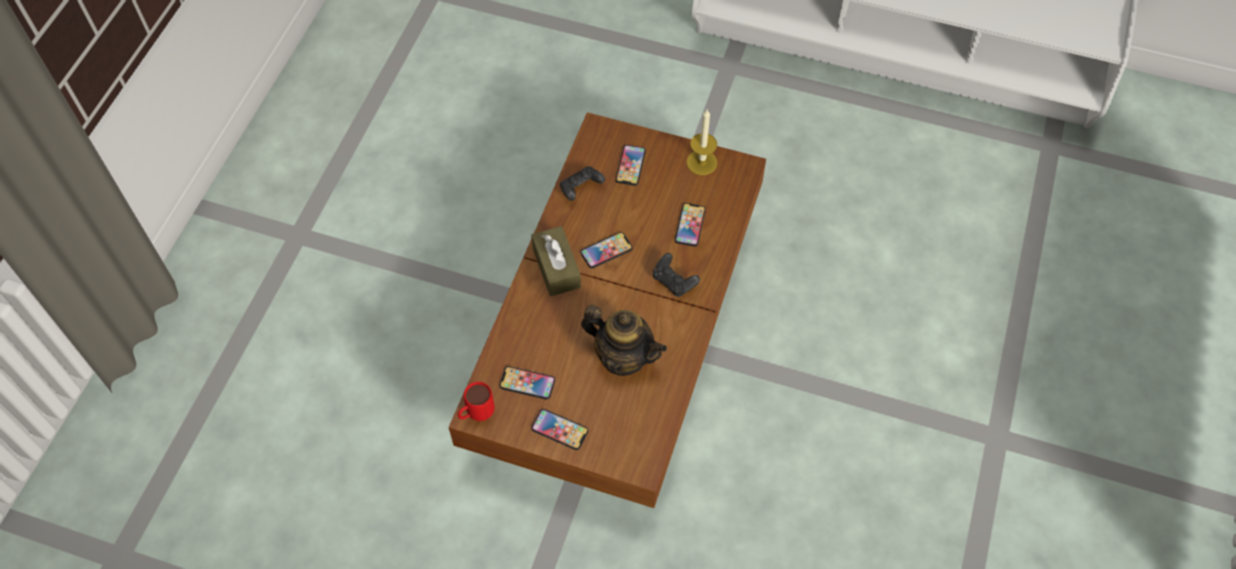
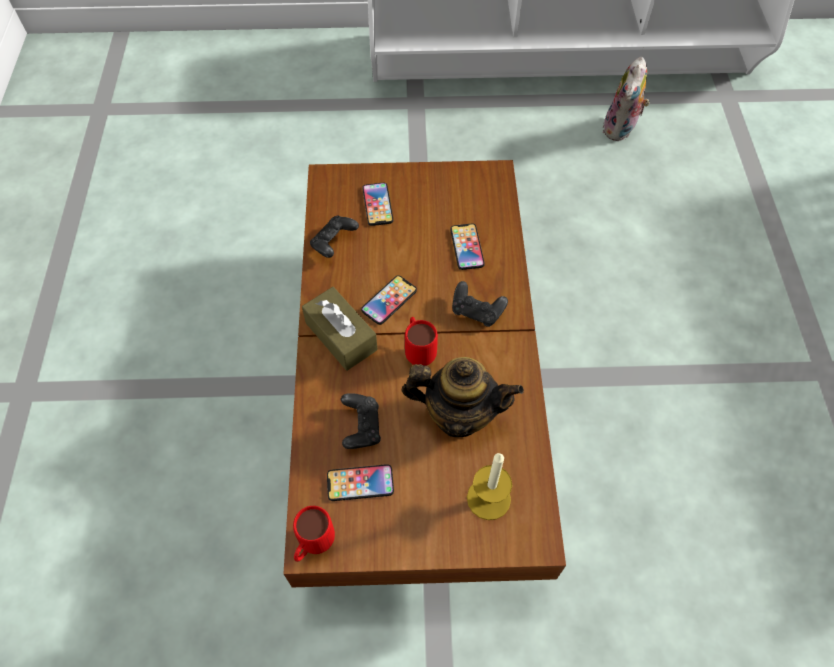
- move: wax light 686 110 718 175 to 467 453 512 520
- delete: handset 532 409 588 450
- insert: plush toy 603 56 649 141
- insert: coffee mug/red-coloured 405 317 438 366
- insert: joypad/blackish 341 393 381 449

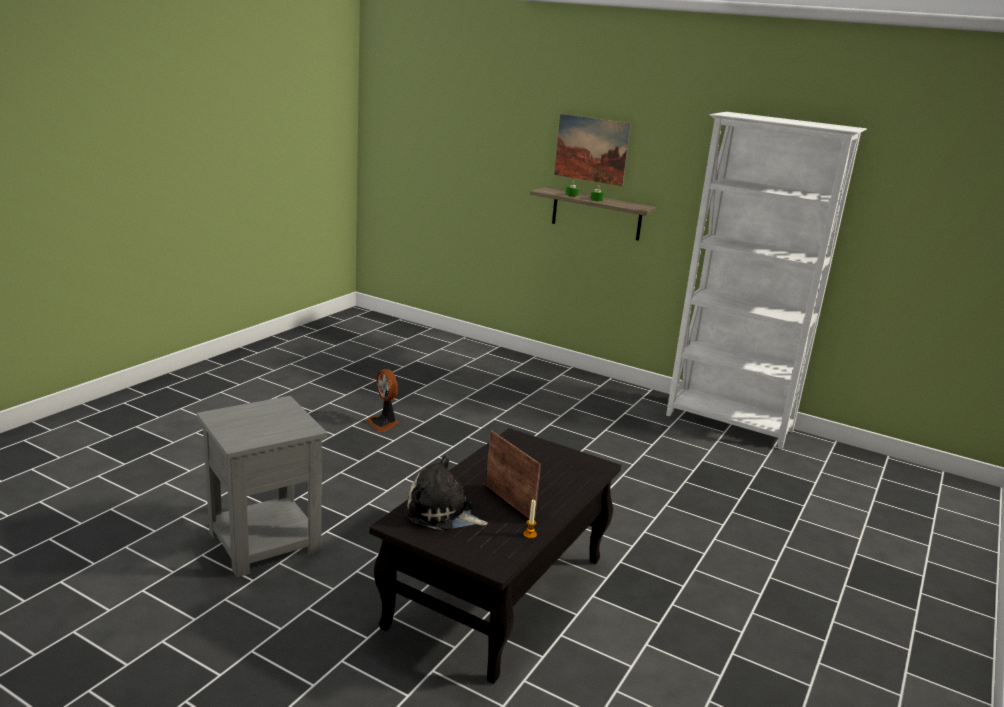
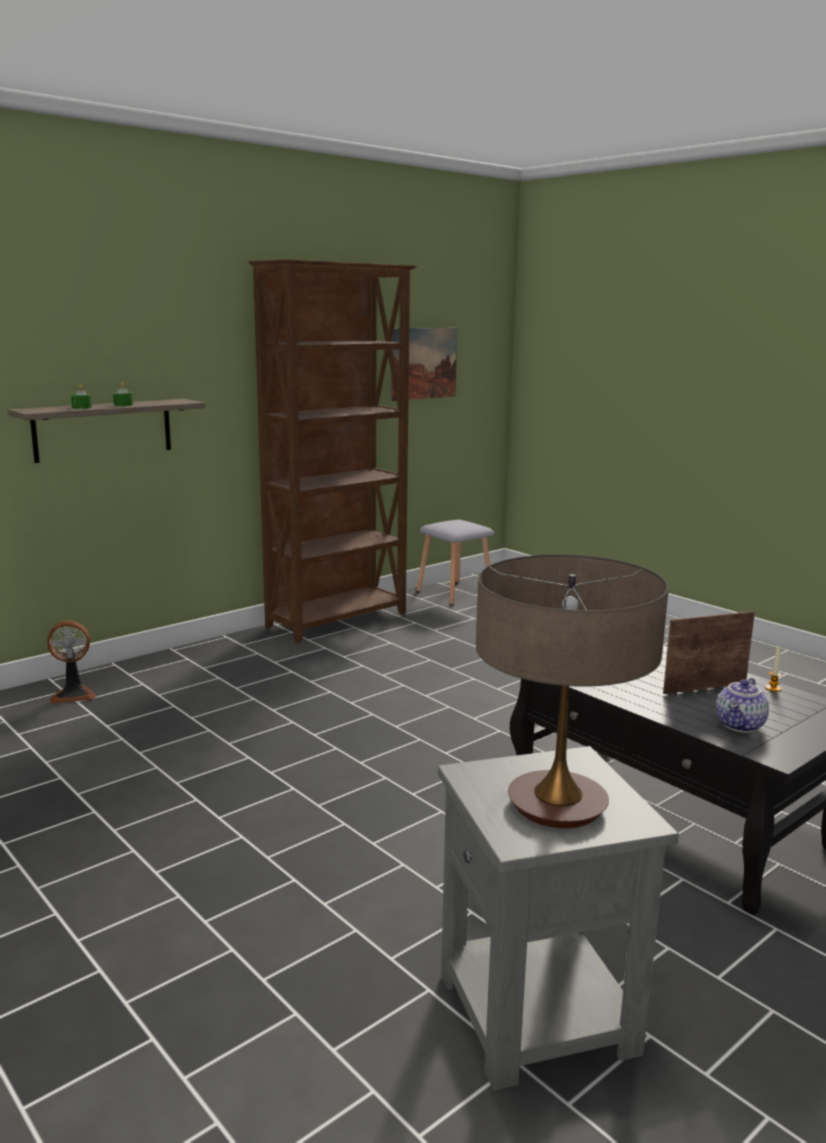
- recolor: bookshelf/whitish 666 112 867 449 to bookshelf/brownish 248 259 417 643
- move: wall art 554 114 631 186 to 391 328 457 401
- move: fan 366 369 399 432 to 47 621 96 704
- replace: plush toy 404 455 488 531 to tea pot 716 678 769 733
- insert: stool/grey 416 520 494 605
- insert: tabletop lamp 476 555 669 828

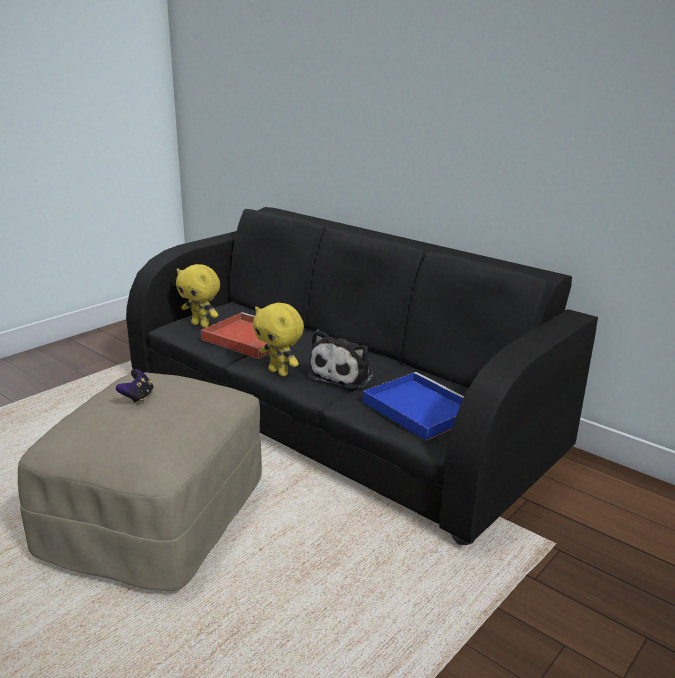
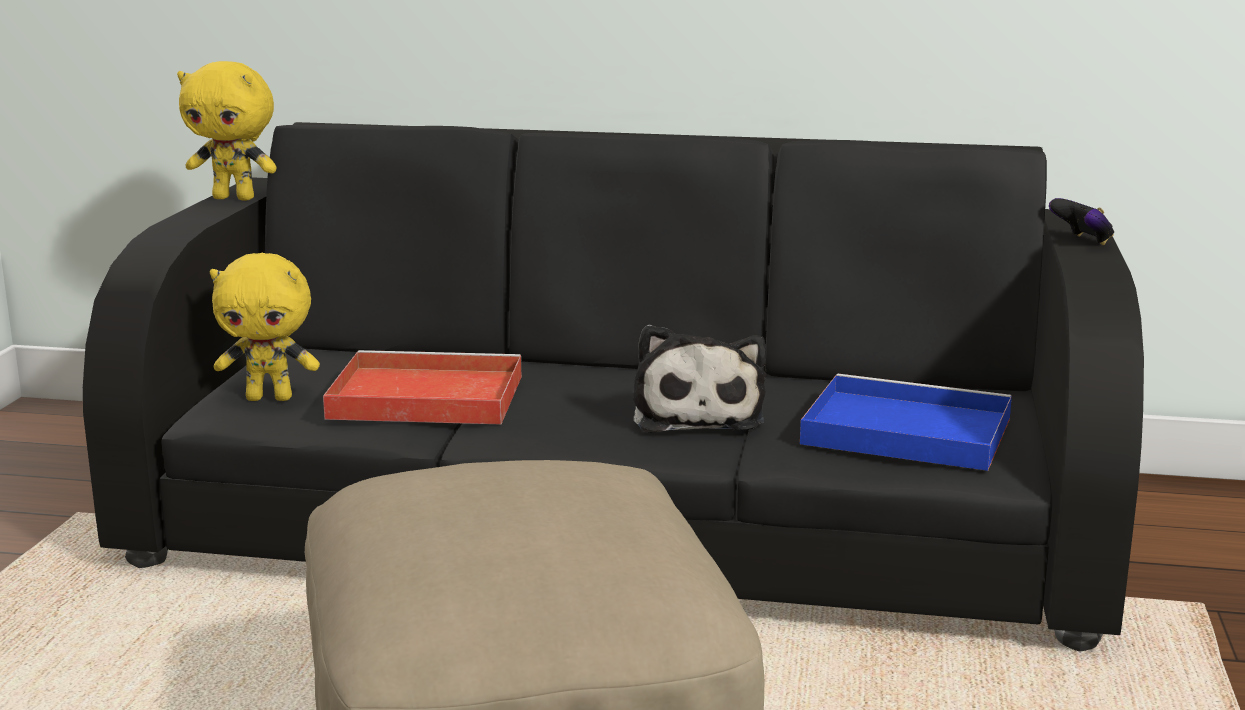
- move: plush toy/yellowish 253 303 304 376 to 177 61 277 201
- move: joypad 116 369 154 404 to 1049 198 1114 245

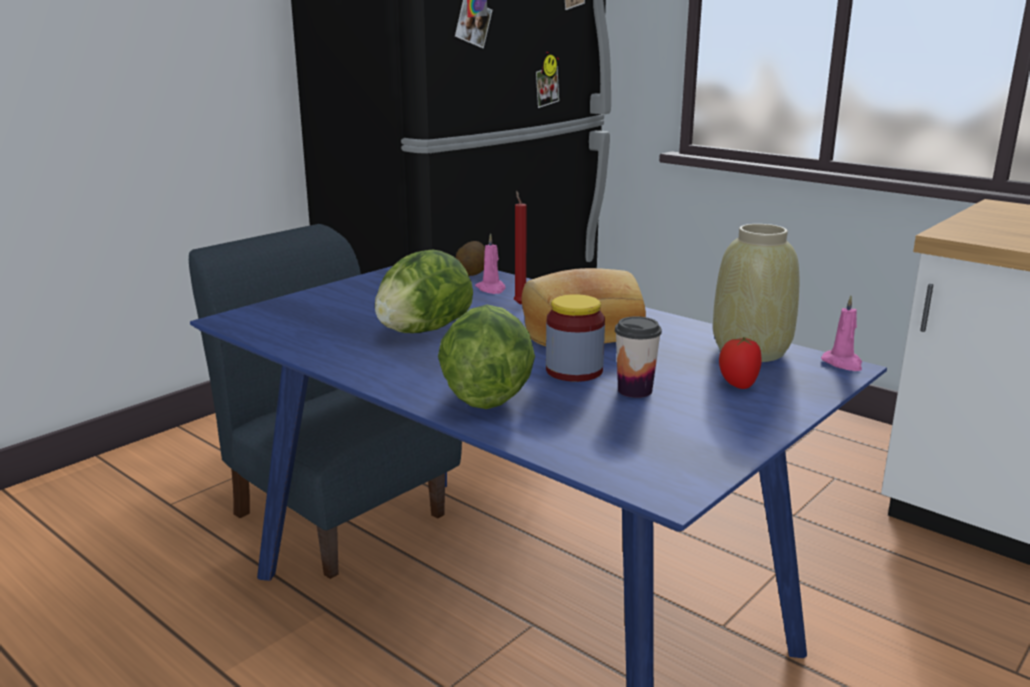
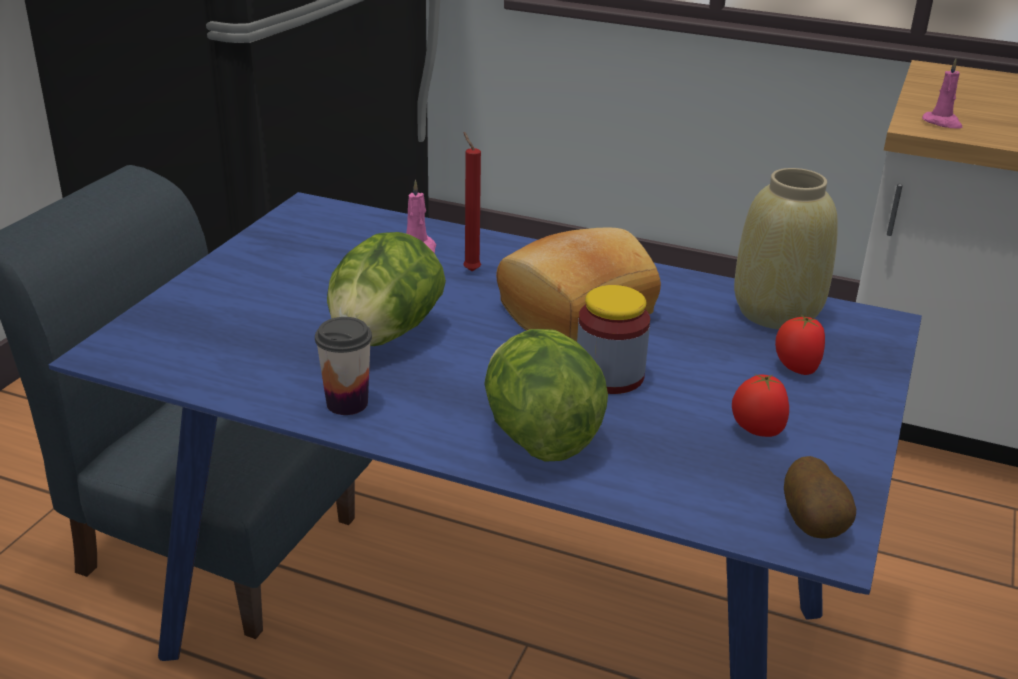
- move: whole potato 456 241 485 276 to 784 456 856 539
- move: wax light/pink 821 295 862 371 to 922 59 962 129
- move: cup 615 316 662 398 to 315 317 372 415
- insert: tomato 732 374 789 437

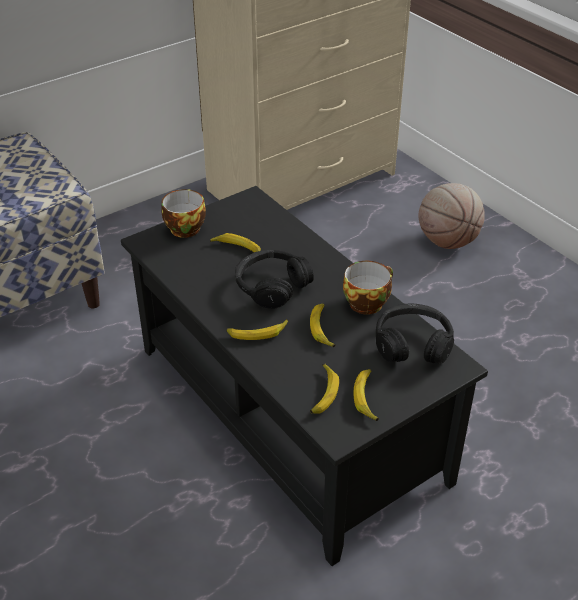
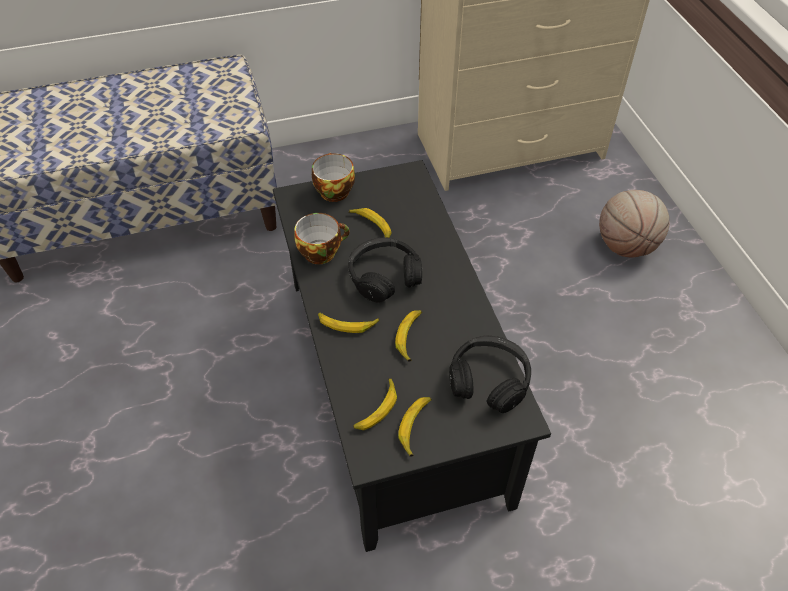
- move: cup 343 261 393 315 to 294 213 349 264

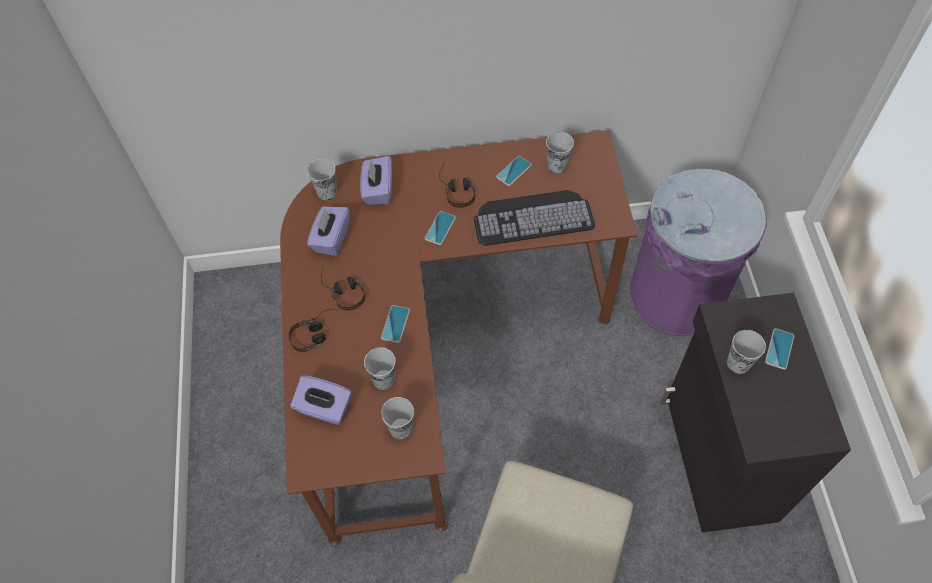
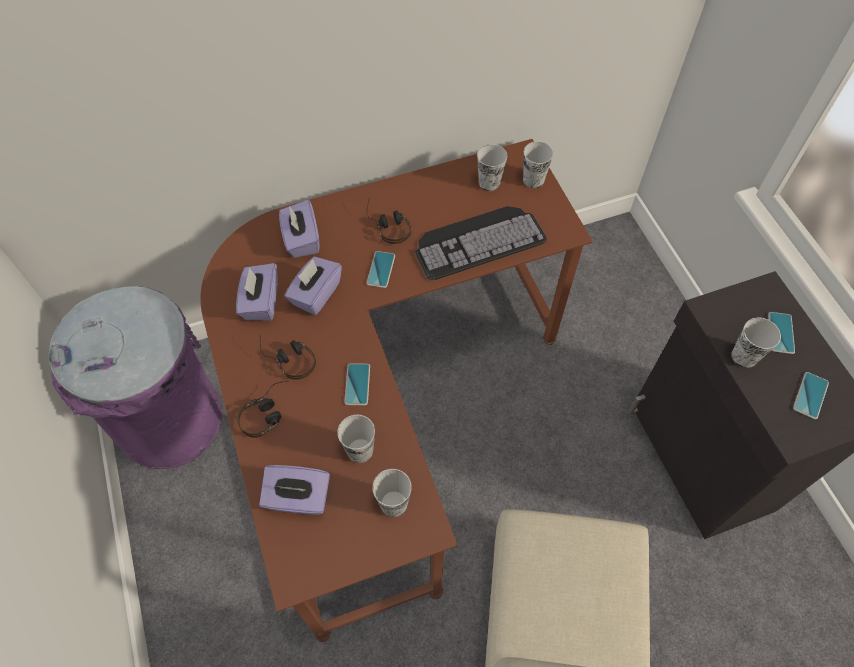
- move: handset 496 156 532 186 to 793 372 829 419
- move: cup 307 159 337 201 to 523 141 554 188
- move: rubbish bin/purple-coloured 629 168 767 336 to 48 286 222 469
- insert: tissue box/purple-coloured 284 256 342 315

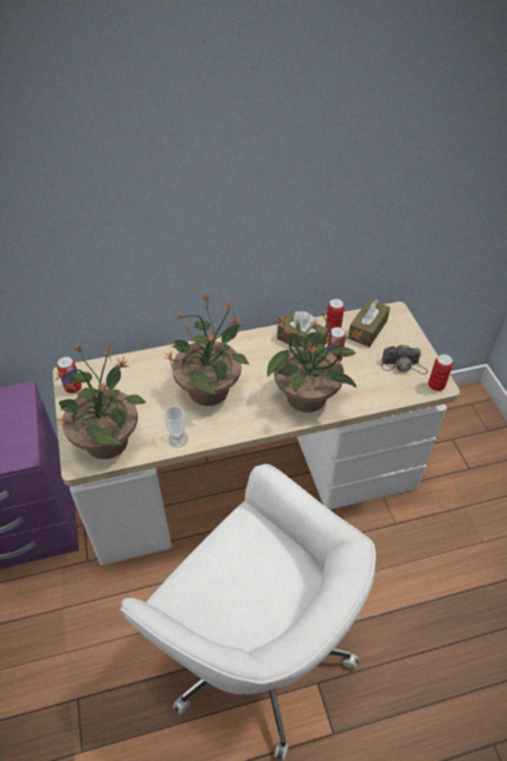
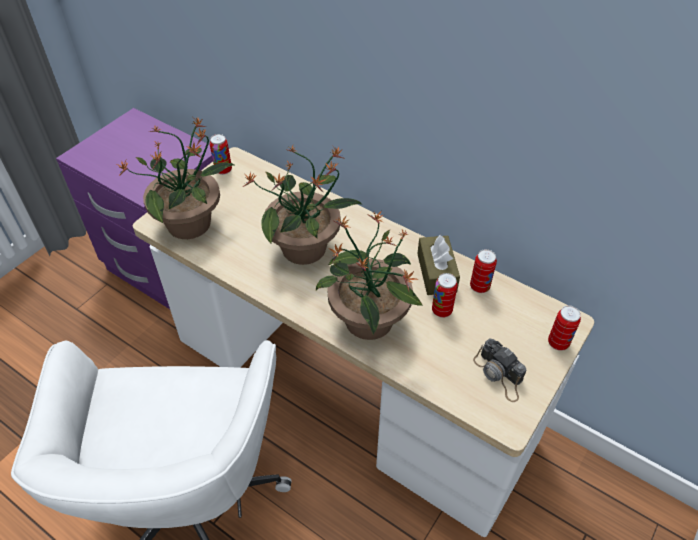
- delete: tissue box/brownish 348 299 390 347
- move: sealed can 428 354 453 391 to 548 305 581 351
- delete: cup 165 406 188 448

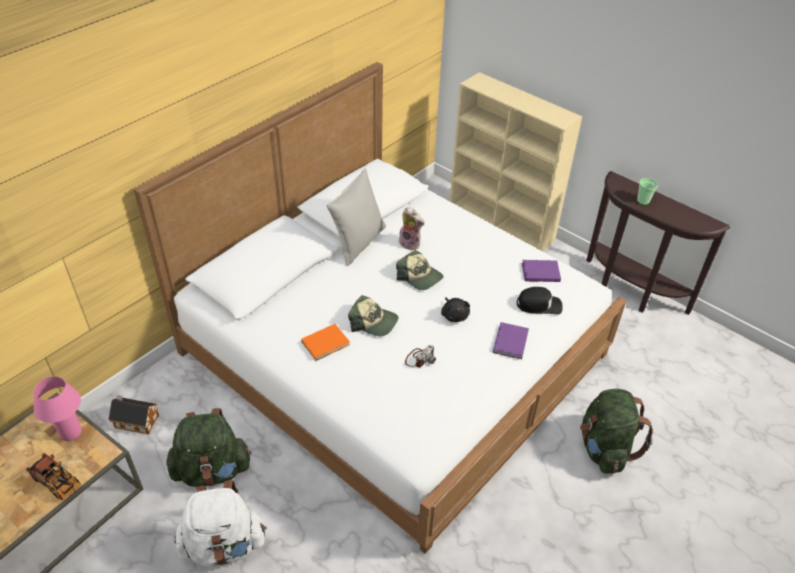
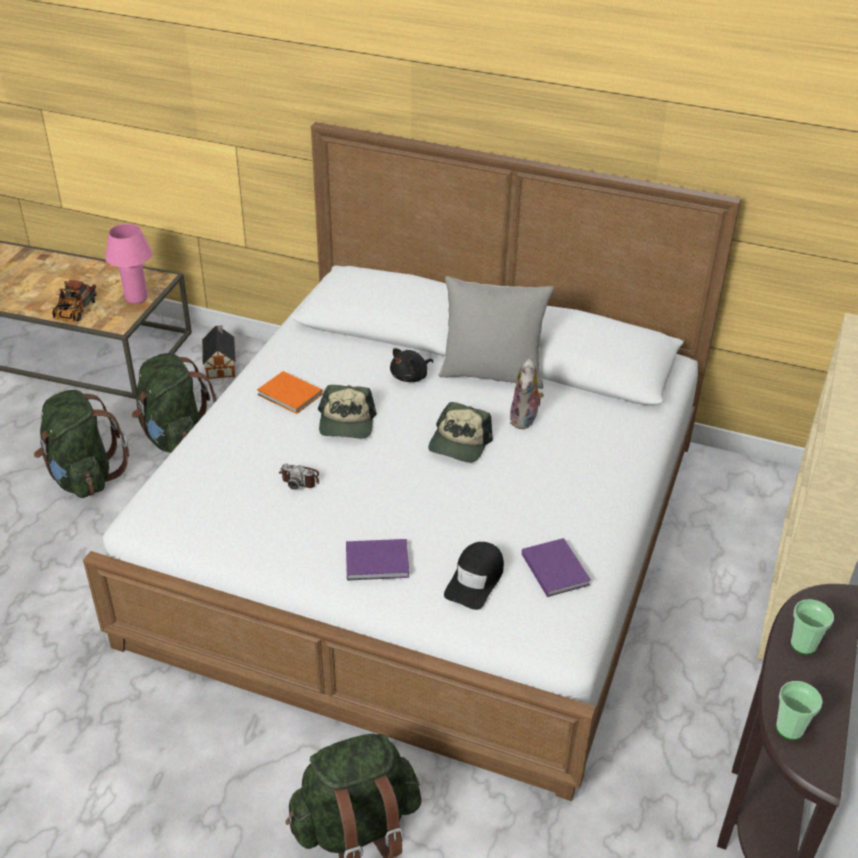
- rotate: cap/blackish 517 287 563 314 = 444 542 504 610 45 degrees clockwise
- move: plush toy/blackish 441 298 470 322 to 390 348 433 382
- recolor: rucksack/whitish 174 480 267 566 to rucksack/green-coloured 34 390 129 498
- insert: cup 776 681 823 740

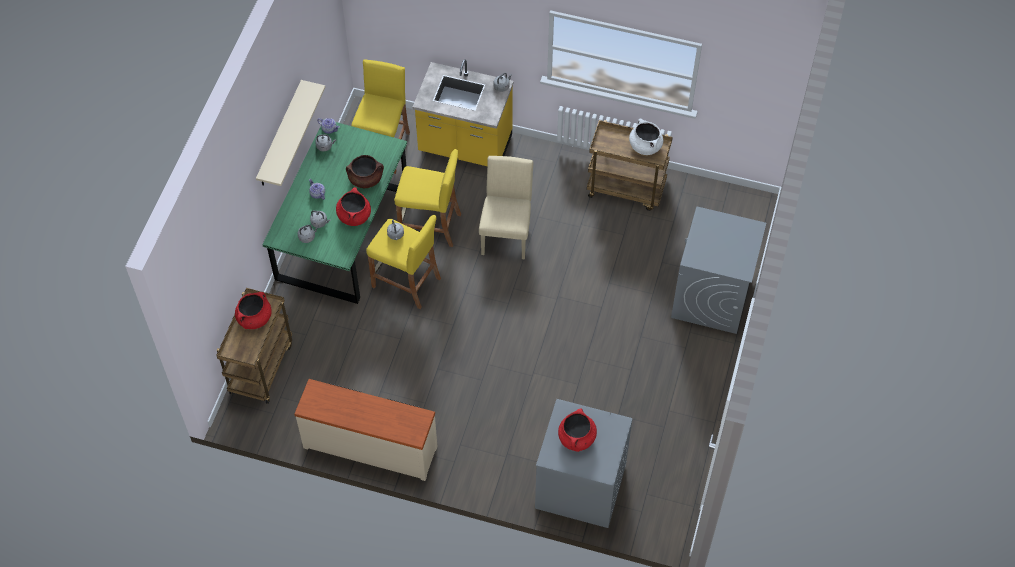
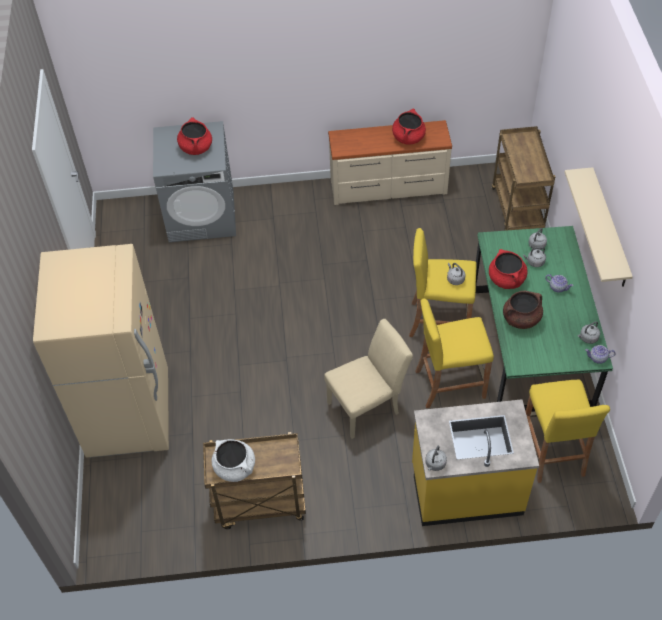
- rotate: upright chair/sand-coloured 479 156 533 260 = 324 319 413 439 105 degrees counterclockwise
- replace: laundry appliance/grey 671 206 766 334 to fridge/sand-coloured 33 244 169 458
- move: cooking pot/red-coloured 235 292 272 329 to 392 108 426 145

